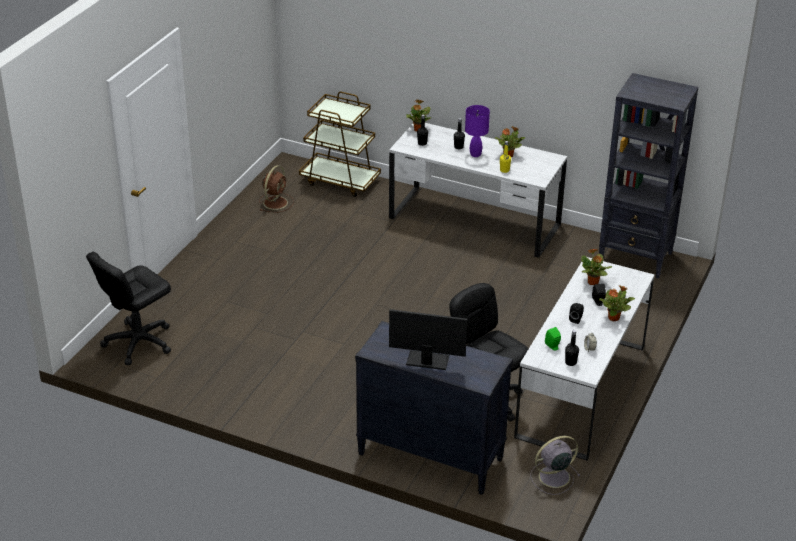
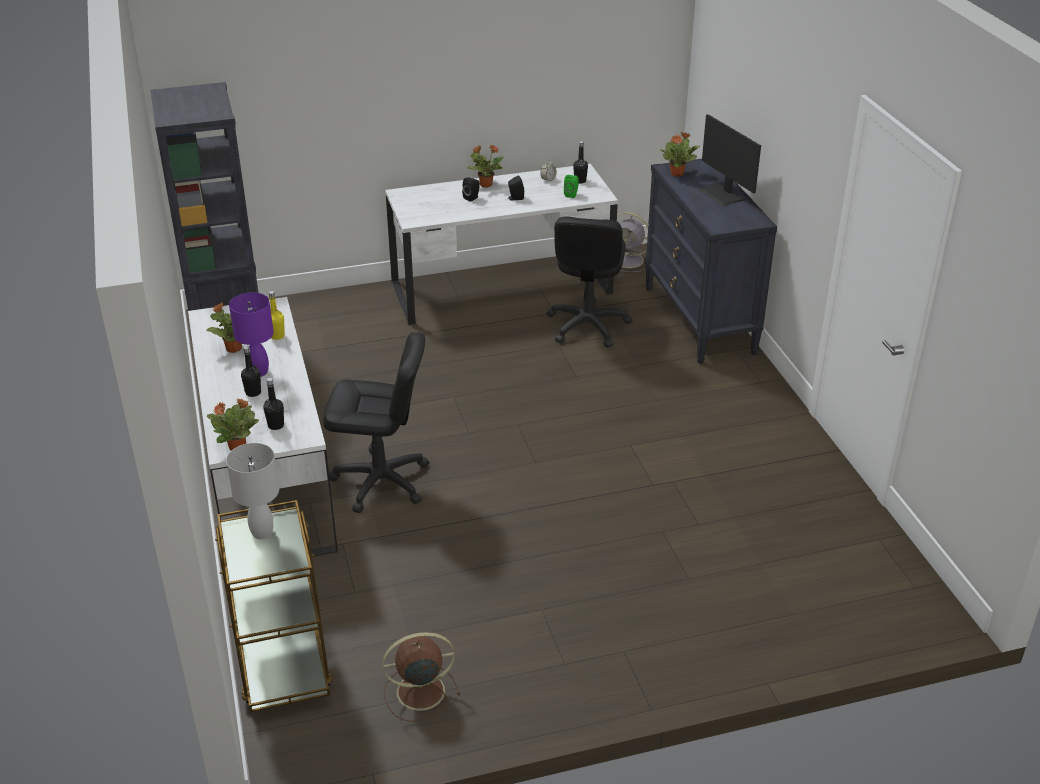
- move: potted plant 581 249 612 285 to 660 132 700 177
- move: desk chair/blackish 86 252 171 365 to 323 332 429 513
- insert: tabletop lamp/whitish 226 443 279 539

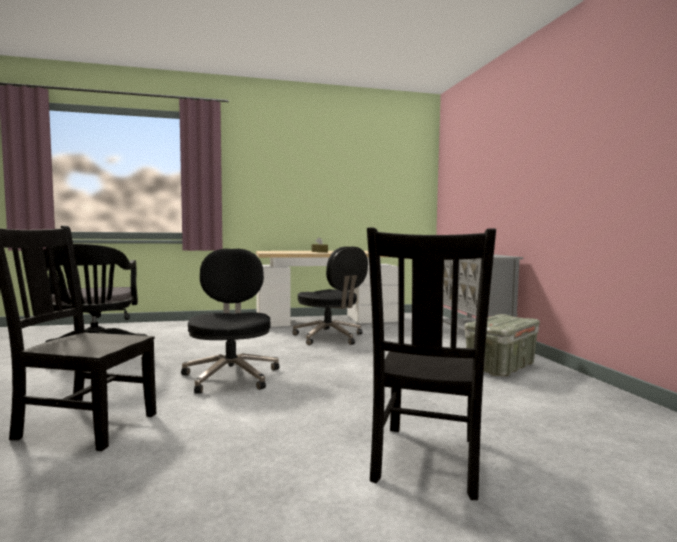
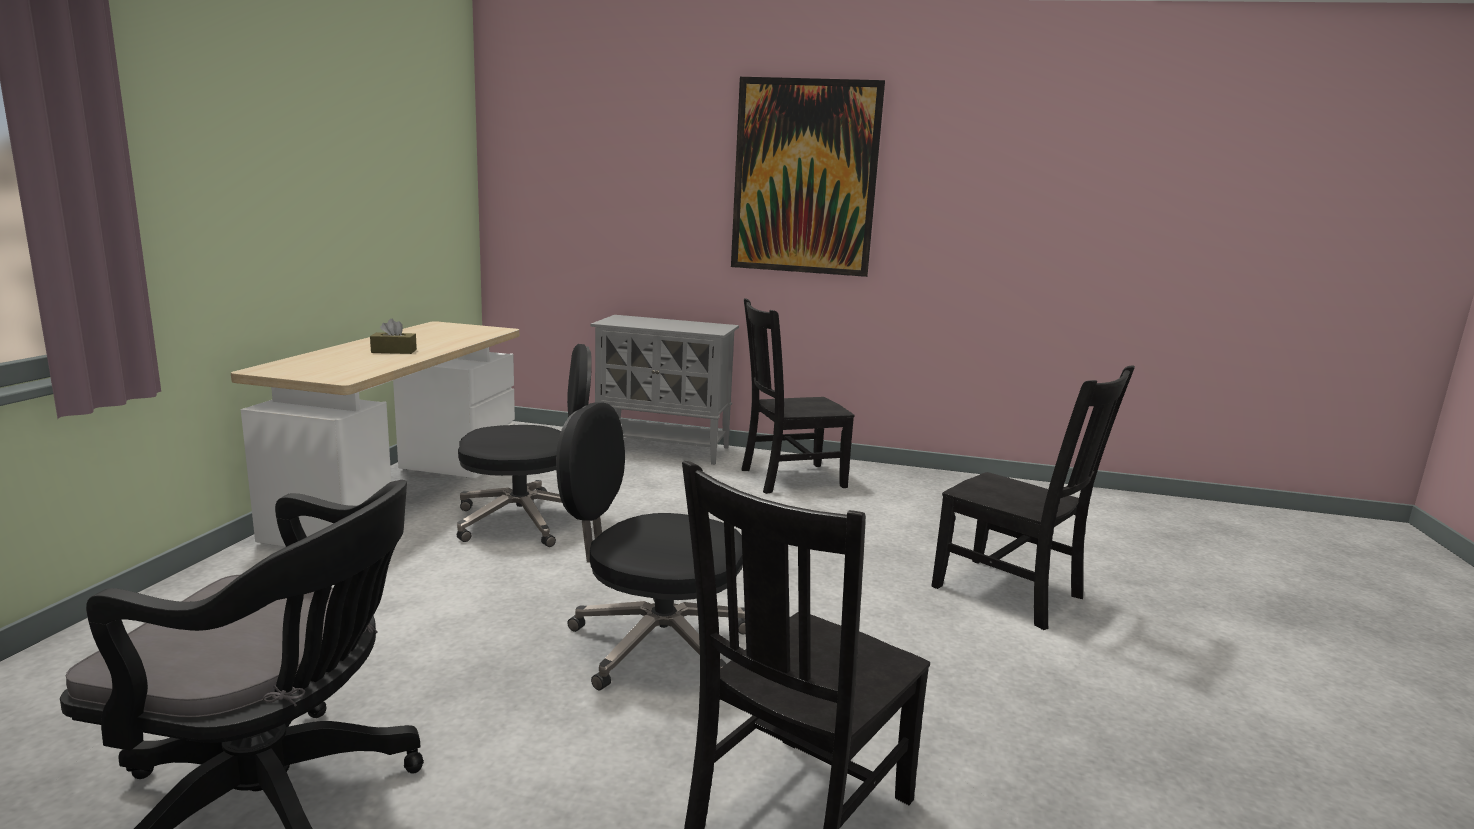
- replace: storage container/grey 464 314 540 376 to upright chair/blackish 741 298 855 494
- insert: wall art 731 77 885 277

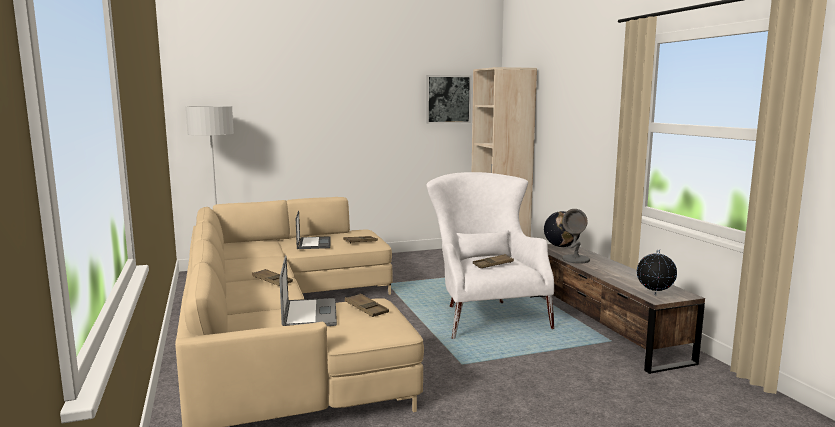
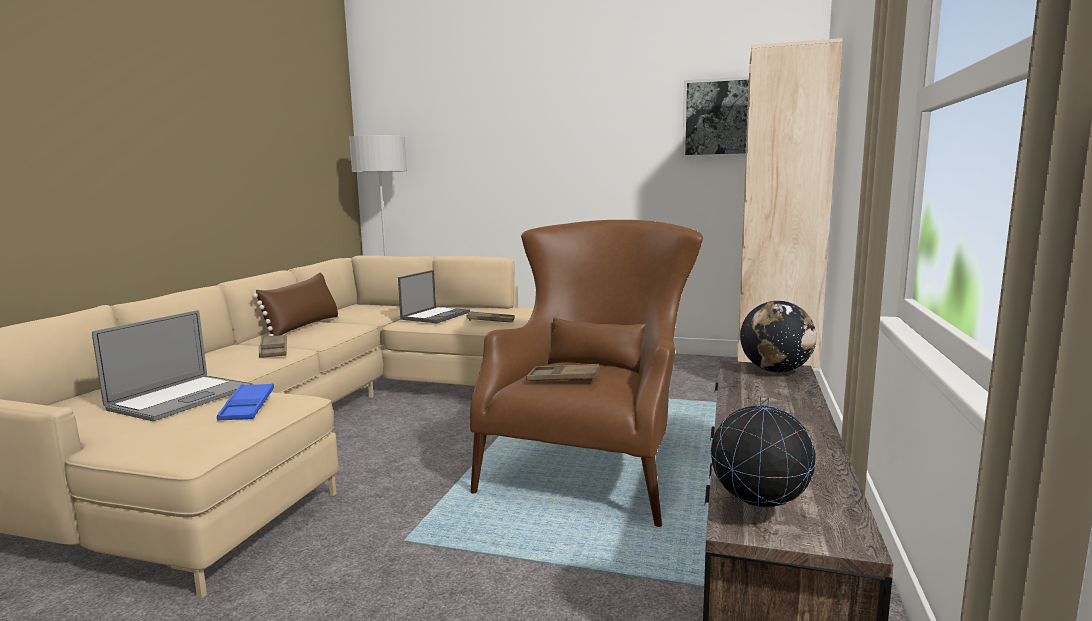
- recolor: armchair/whitish 426 172 555 339 to armchair/brownish 470 220 703 527
- delete: tabletop lamp/grey 562 209 590 264
- recolor: carrying tray/brownish 345 294 389 317 to carrying tray/blue-coloured 217 383 274 421
- insert: pillow/brownish 252 273 338 336

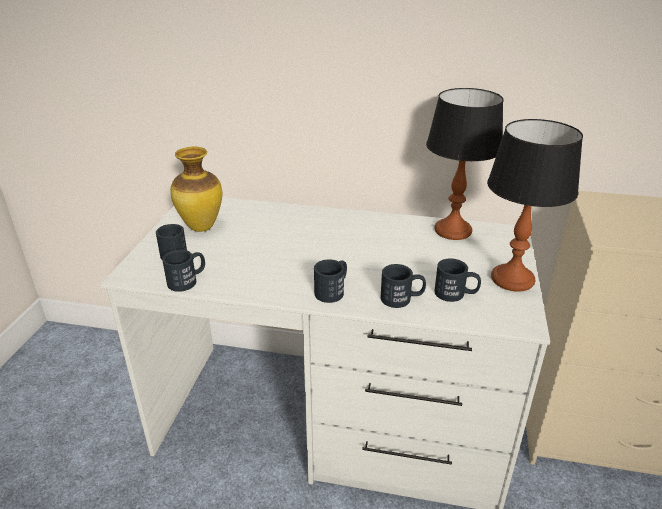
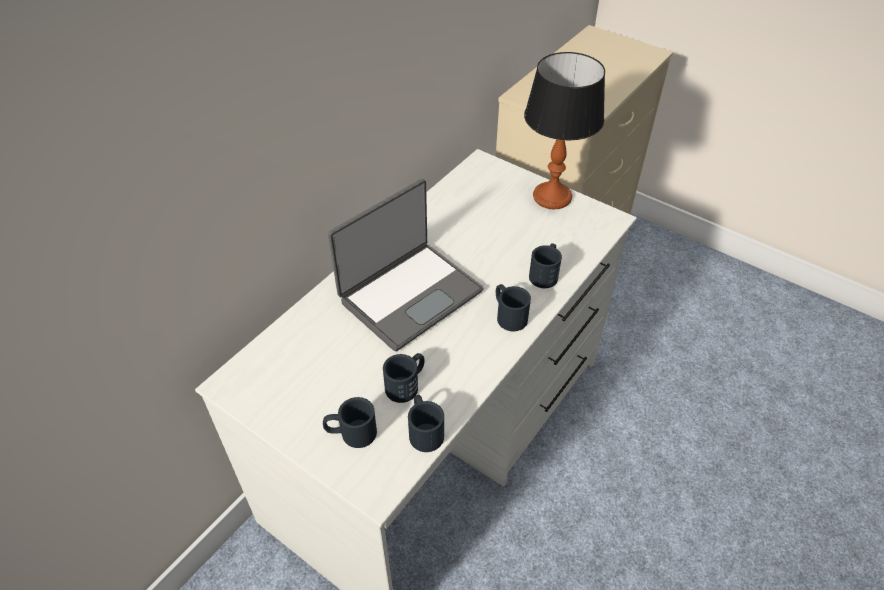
- delete: tabletop lamp 426 88 504 240
- delete: vase 170 147 222 232
- move: coffee mug/blackish 434 258 481 302 to 383 353 425 403
- insert: laptop 328 179 484 351

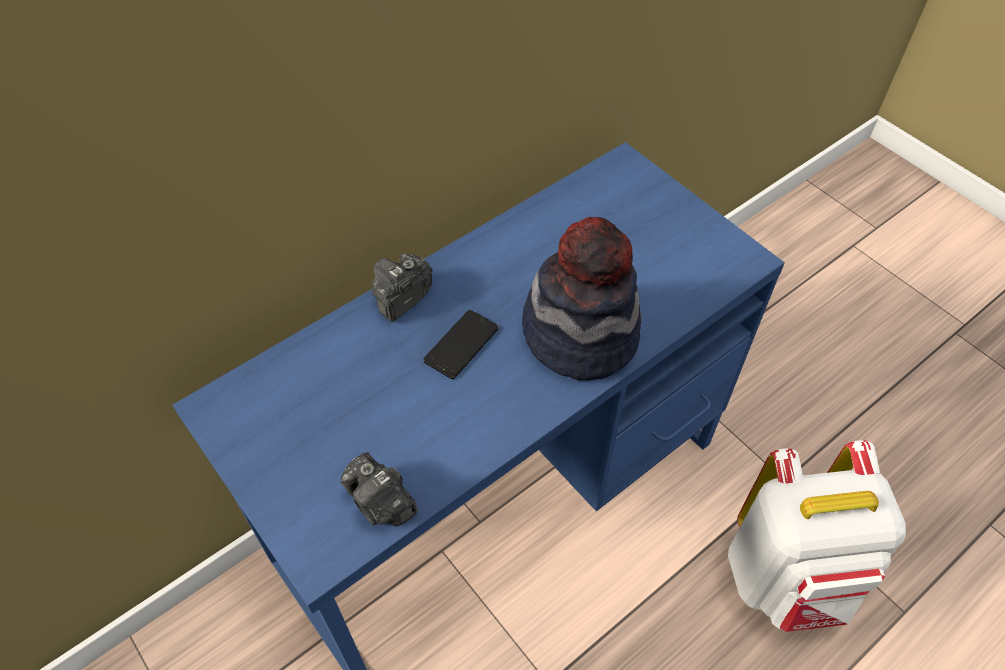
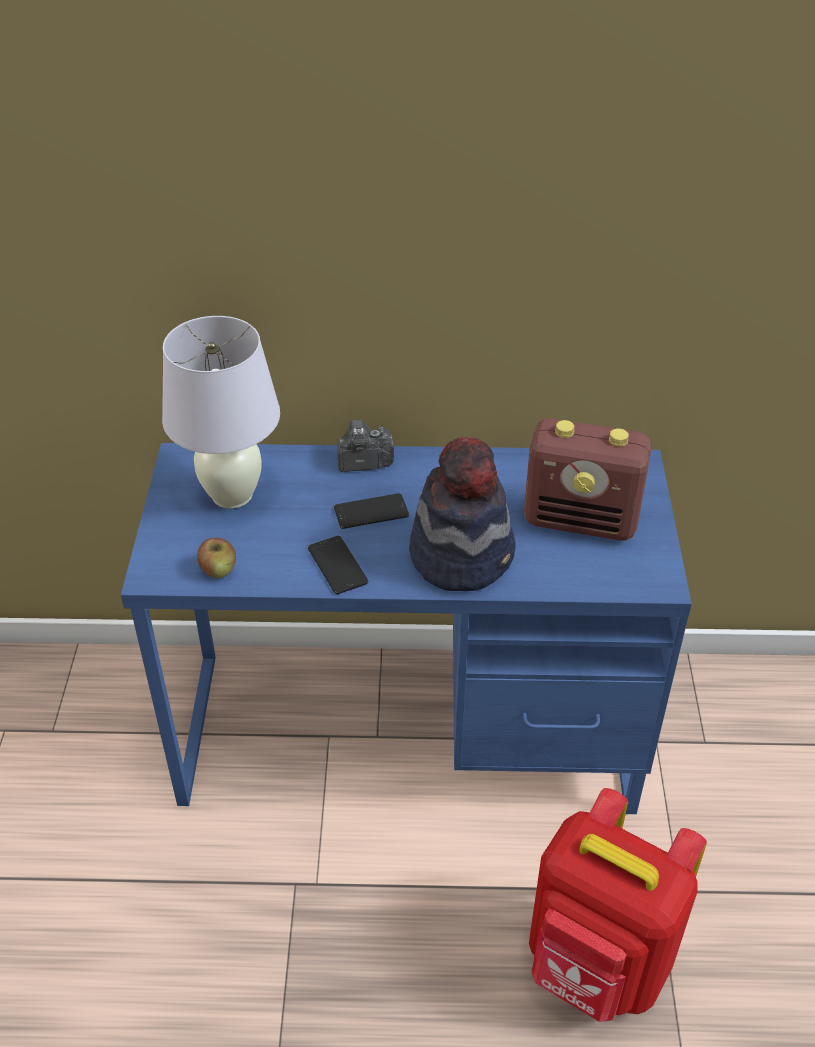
- recolor: rucksack/whitish 728 440 906 632 to rucksack/red-coloured 529 788 707 1022
- replace: photo camera 340 452 418 526 to apple 197 538 236 578
- insert: tabletop lamp/whitish 162 316 280 509
- insert: radio set 524 418 651 541
- insert: handset 308 536 368 594

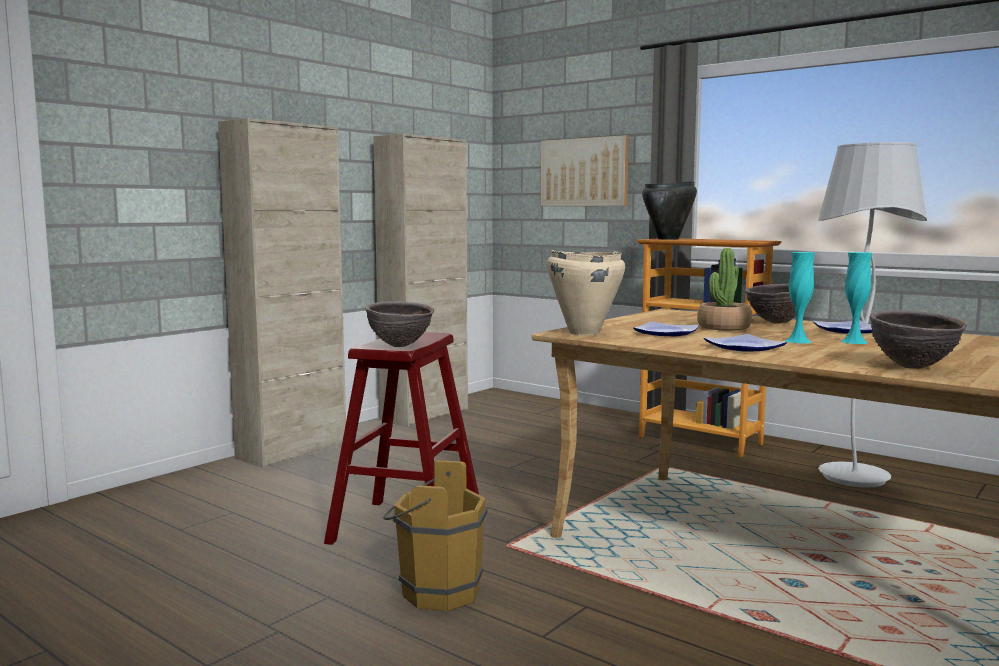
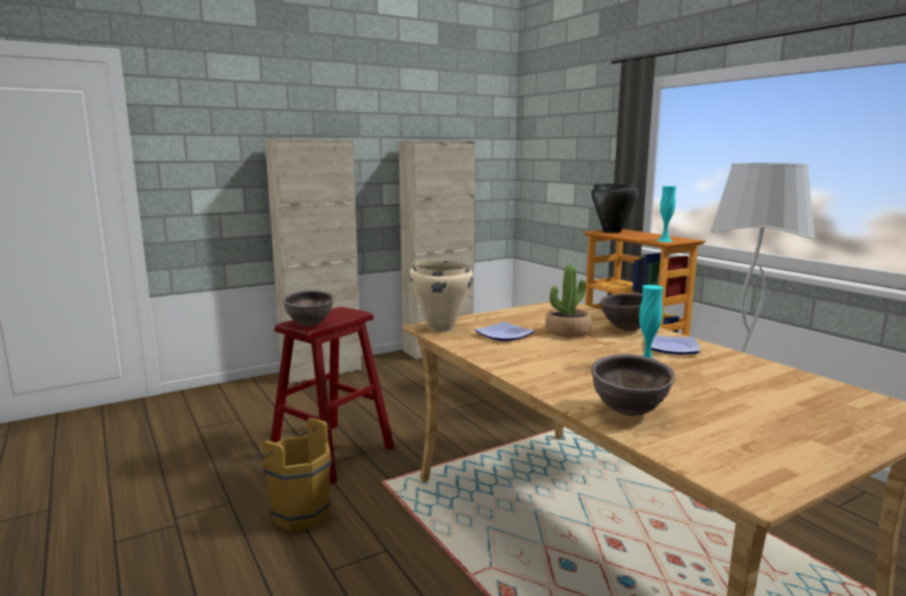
- delete: wall art 540 135 629 206
- move: vase/blue-green 785 252 815 343 to 657 186 676 242
- delete: plate 704 334 787 351

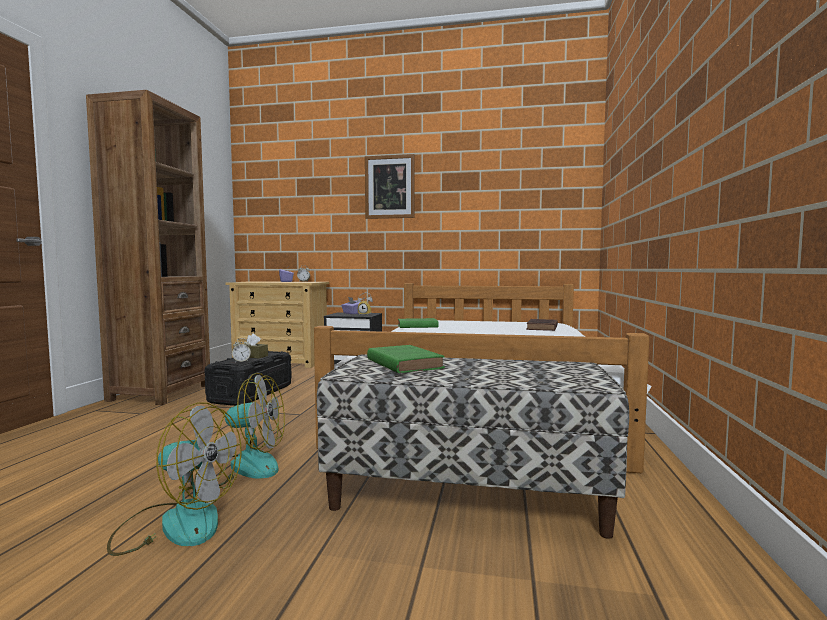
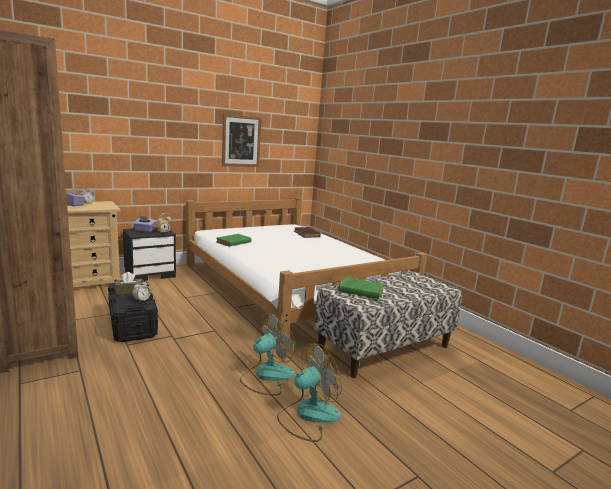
- move: wall art 365 154 415 219 to 222 114 261 167

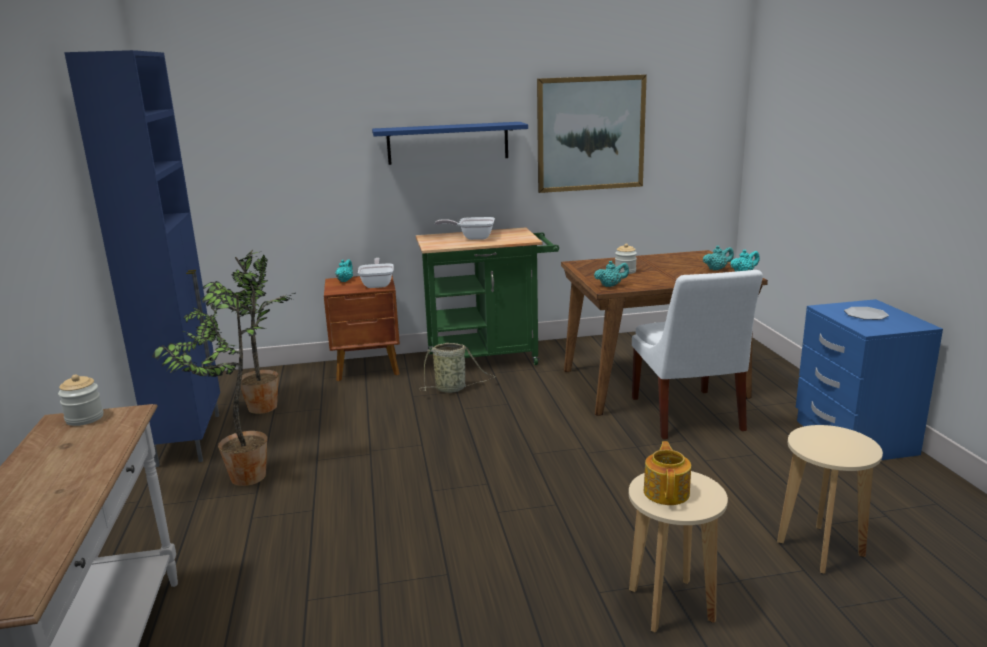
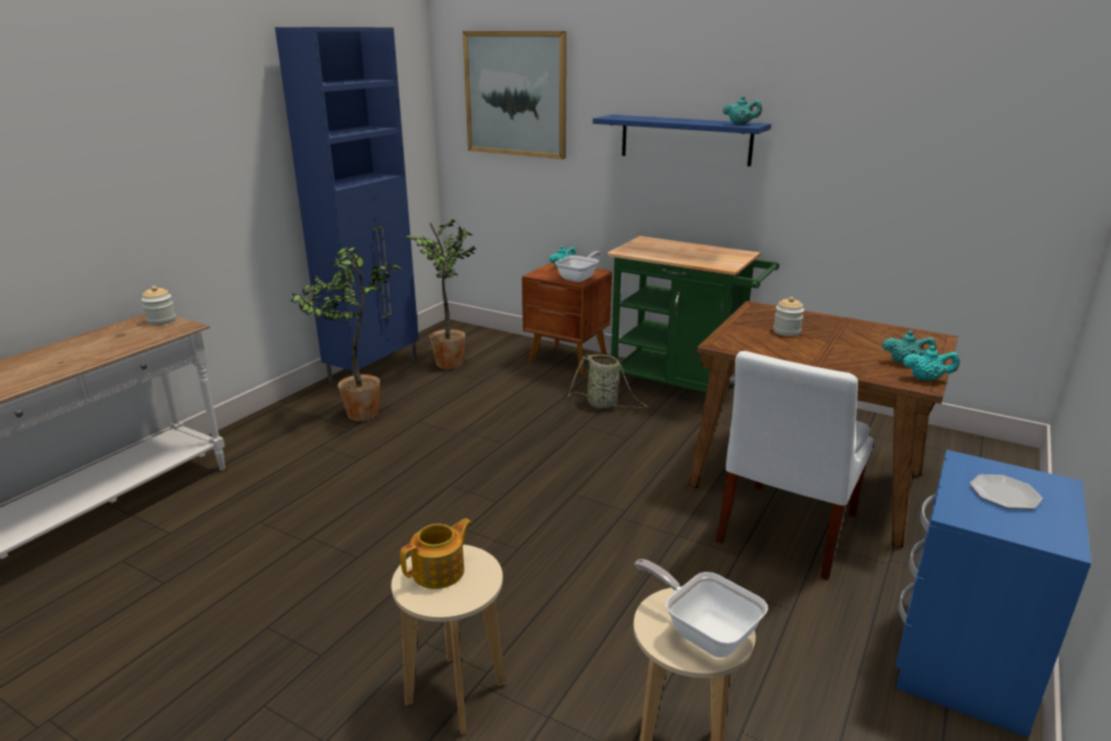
- move: wall art 537 75 647 193 to 463 31 567 159
- move: pan 435 217 495 240 to 635 559 768 658
- move: tea pot/blue-green 594 261 629 287 to 723 96 762 125

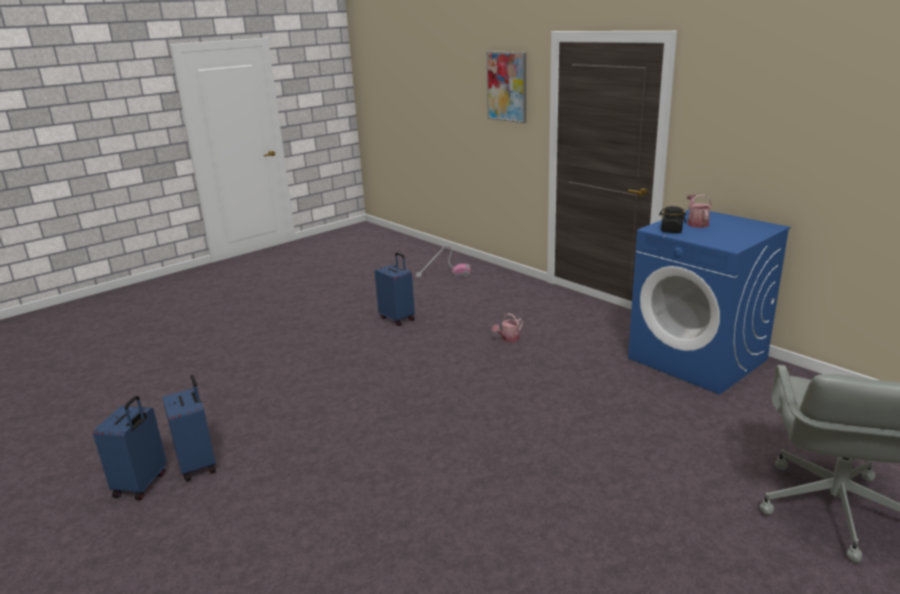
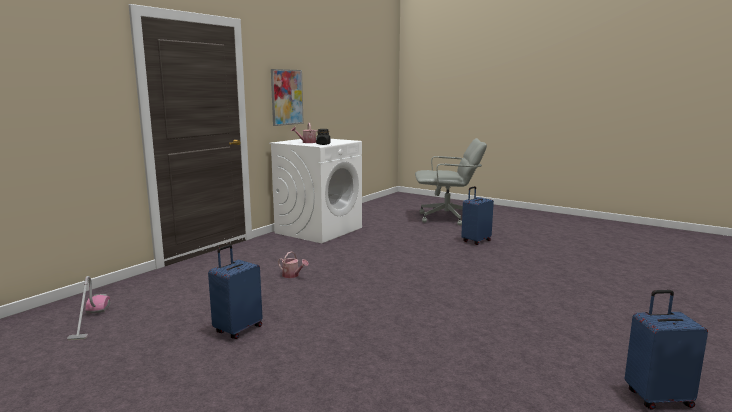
- move: wall art 487 51 526 123 to 271 69 304 126
- recolor: laundry appliance/blue-coloured 628 209 790 395 to laundry appliance/whitish 269 139 362 243
- move: suitcase/blue-coloured 162 375 216 481 to 461 186 494 245

